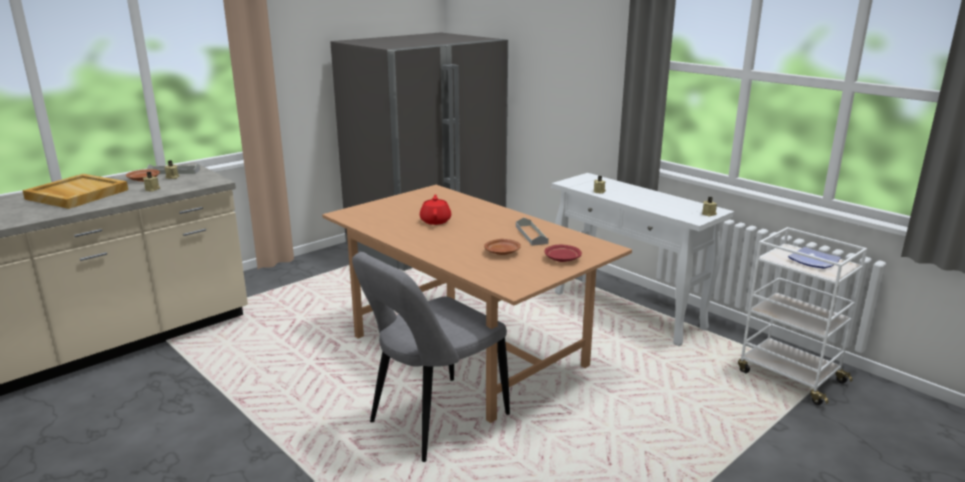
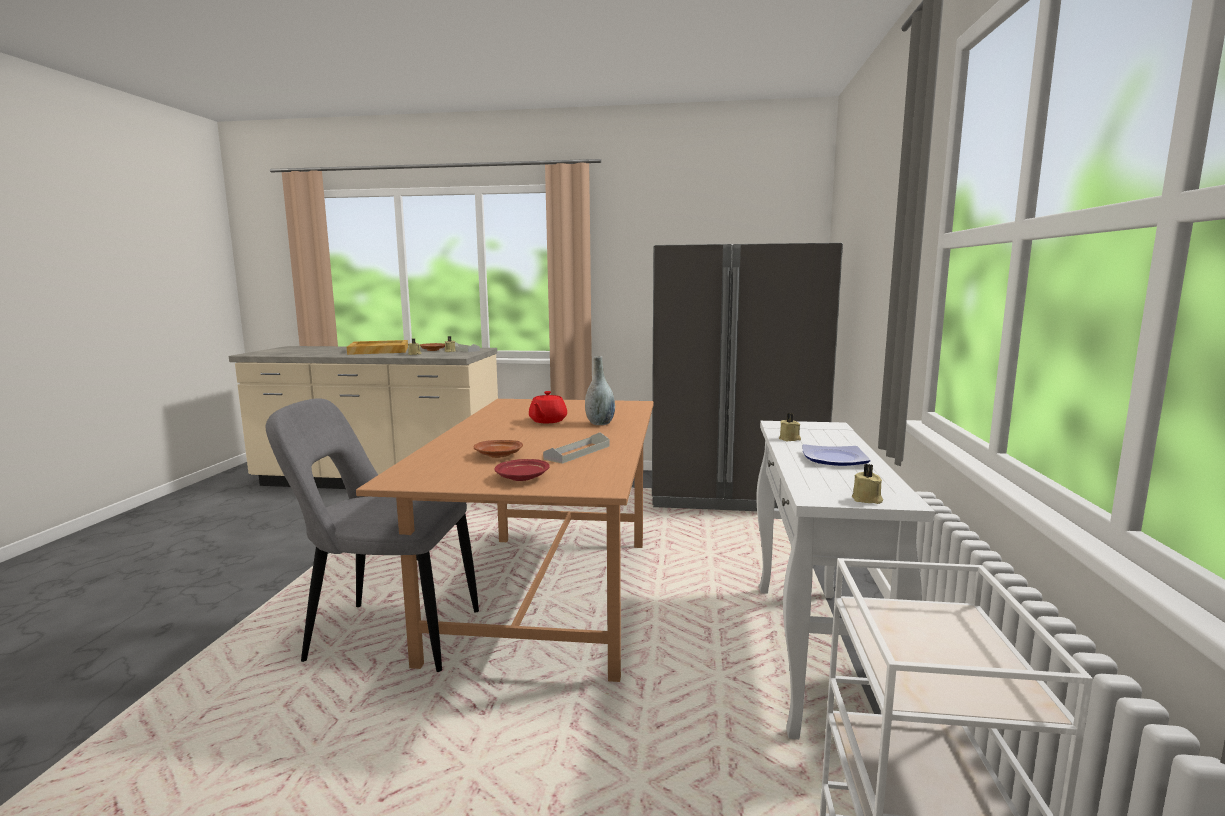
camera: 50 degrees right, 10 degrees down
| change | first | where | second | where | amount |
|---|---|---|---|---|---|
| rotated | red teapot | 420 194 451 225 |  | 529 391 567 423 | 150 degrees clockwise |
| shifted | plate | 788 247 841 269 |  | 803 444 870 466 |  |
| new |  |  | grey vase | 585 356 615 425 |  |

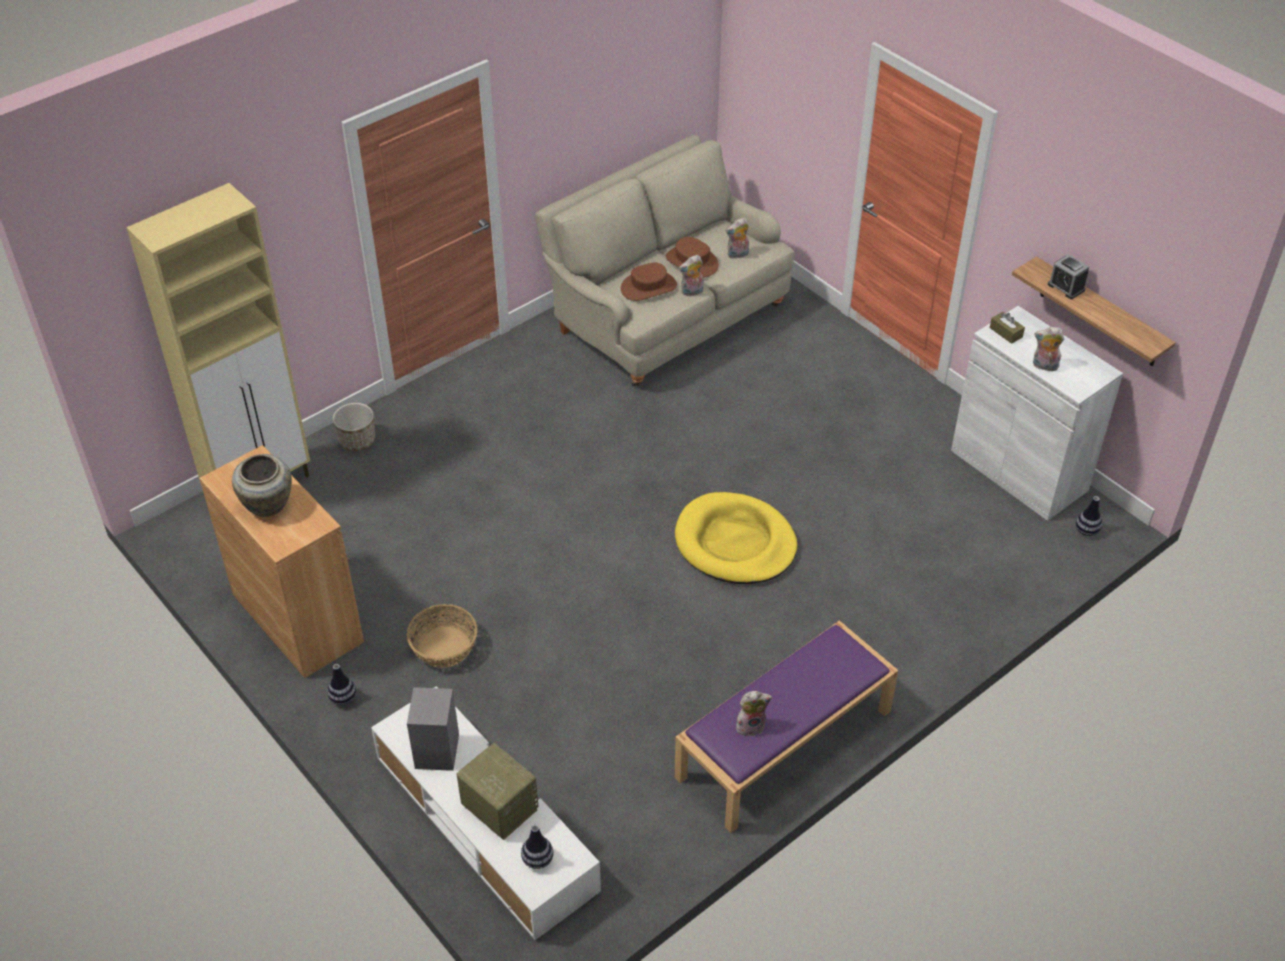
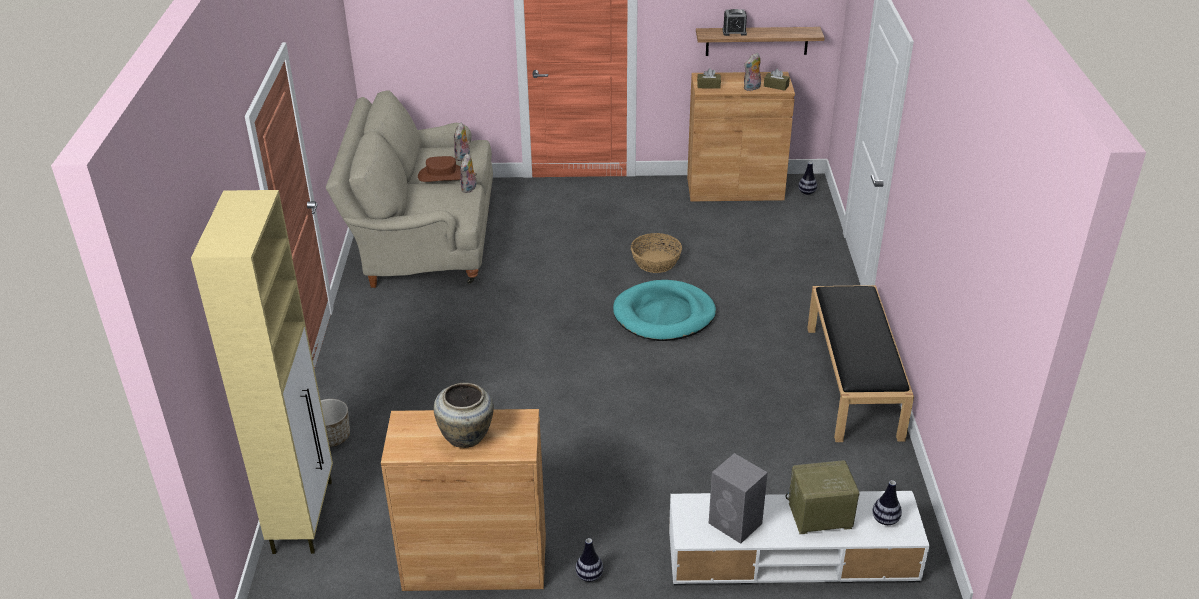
camera: 50 degrees left, 10 degrees down
| change | first | where | second | where | amount |
|---|---|---|---|---|---|
| shifted | basket | 407 604 478 668 |  | 631 233 682 273 |  |
| gone | brown hat | 621 263 677 301 |  |  |  |
| repainted | yellow dog bed | 675 492 797 584 | turquoise dog bed | 613 280 716 341 |  |
| repainted | purple bench | 675 621 898 833 | black bench | 807 285 914 442 |  |
| gone | plush toy | 736 691 772 736 |  |  |  |
| repainted | white cabinet | 951 306 1123 521 | brown cabinet | 687 72 795 201 |  |
| new |  |  | brown tissue box | 764 69 790 91 |  |

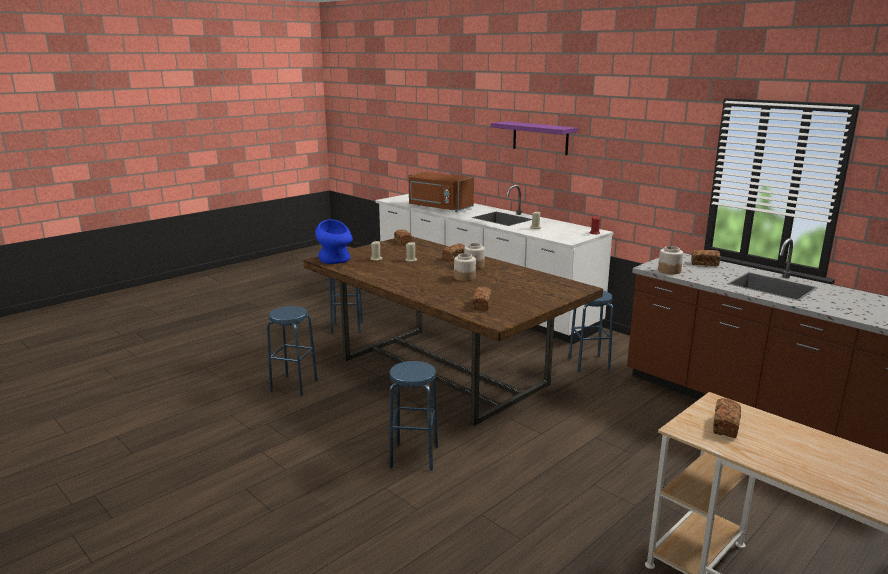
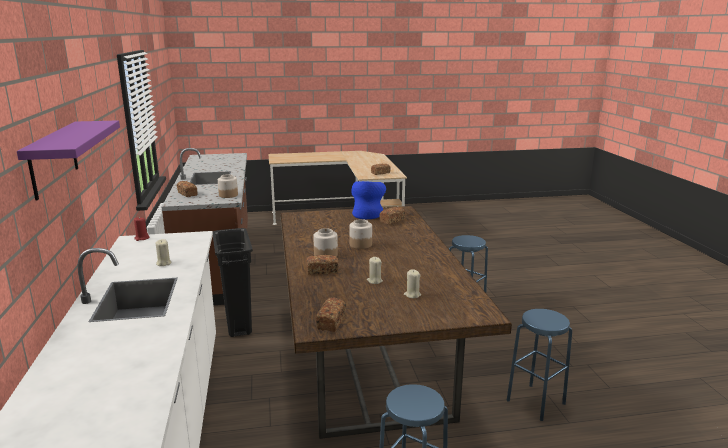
camera: 145 degrees left, 0 degrees up
| change | first | where | second | where | amount |
|---|---|---|---|---|---|
| shifted | blue vase | 315 219 353 264 |  | 351 181 386 219 |  |
| gone | brown microwave | 409 172 474 212 |  |  |  |
| swapped | blue stool | 568 291 613 372 | black trash can | 213 228 253 337 |  |

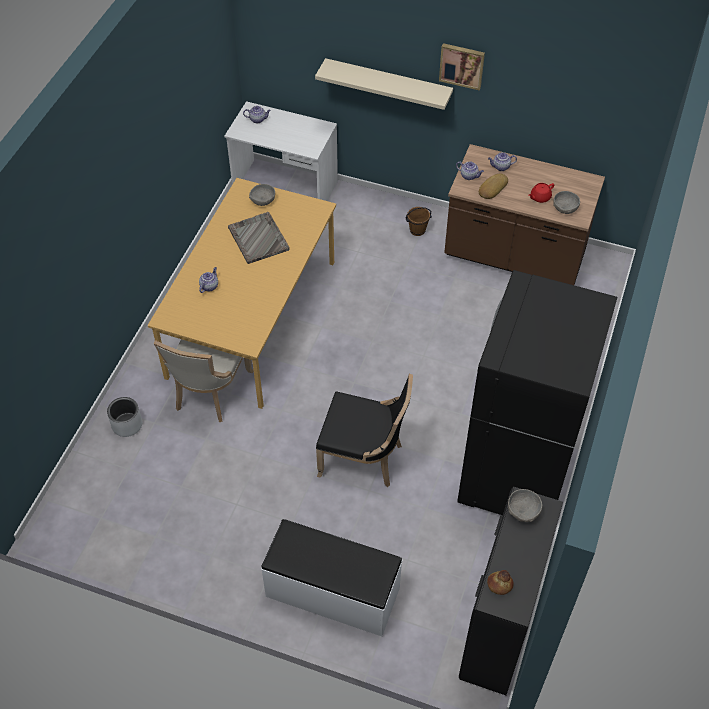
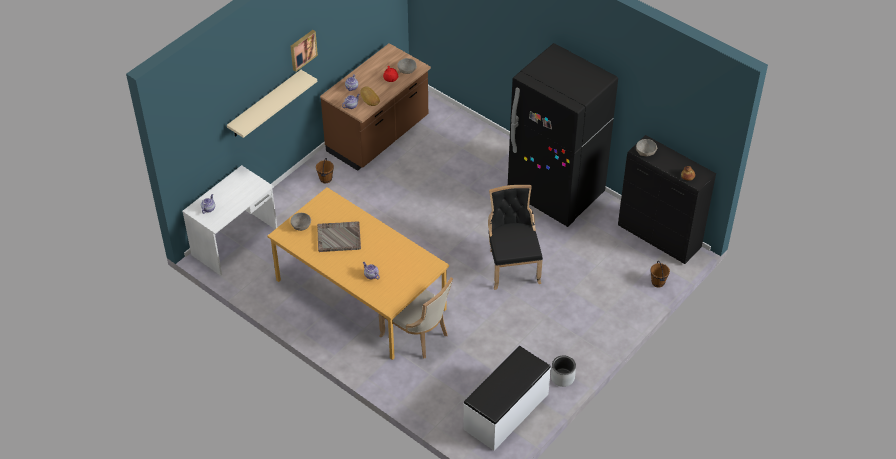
camera: 70 degrees left, 5 degrees down
| change | first | where | second | where | amount |
|---|---|---|---|---|---|
| shifted | grey planter | 107 397 143 437 |  | 551 356 576 387 |  |
| shifted | white bench | 261 519 403 636 |  | 463 346 551 451 |  |
| rotated | black chair | 316 374 413 487 |  | 488 185 543 290 | 45 degrees counterclockwise |
| new |  |  | brown bucket | 650 261 670 288 |  |

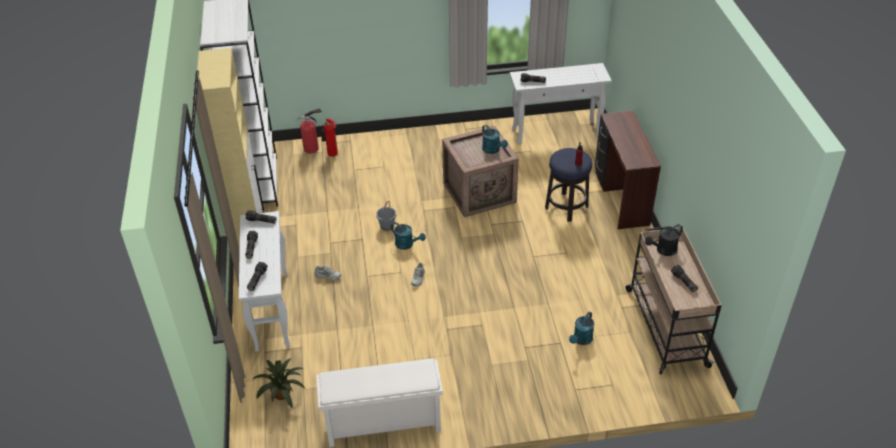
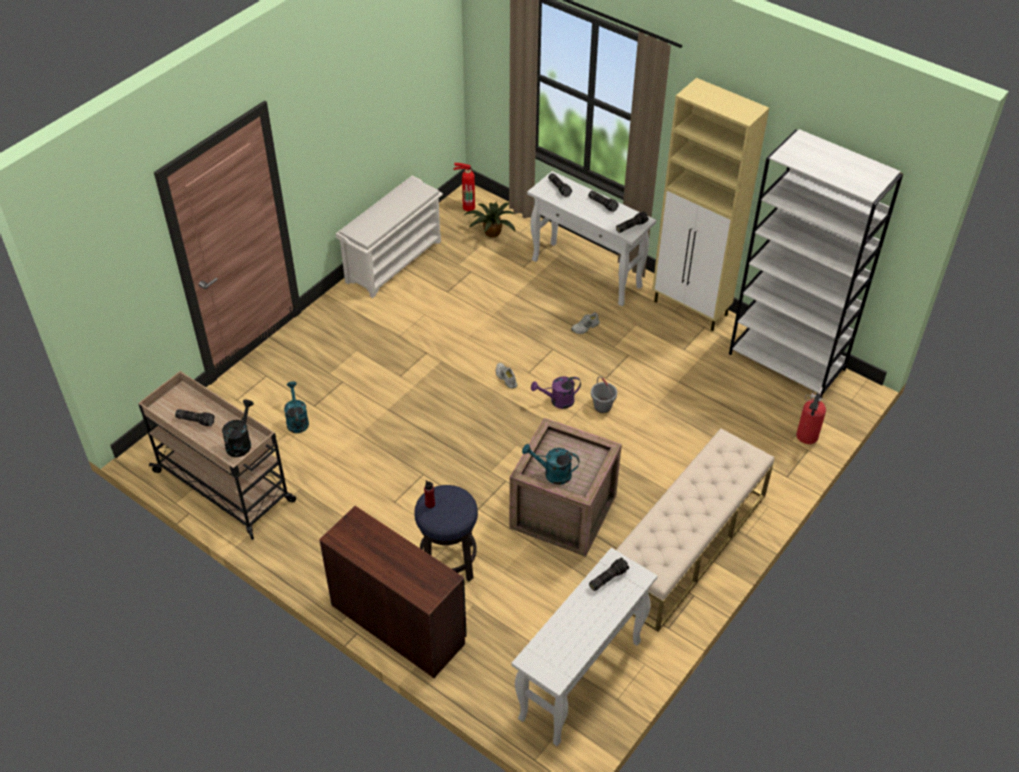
camera: 135 degrees right, 5 degrees up
| change | first | where | second | where | amount |
|---|---|---|---|---|---|
| shifted | fire extinguisher | 322 118 338 157 |  | 454 163 475 211 |  |
| repainted | turquoise watering can | 391 222 426 250 | purple watering can | 531 376 581 409 |  |
| new |  |  | beige bench | 616 428 774 632 |  |

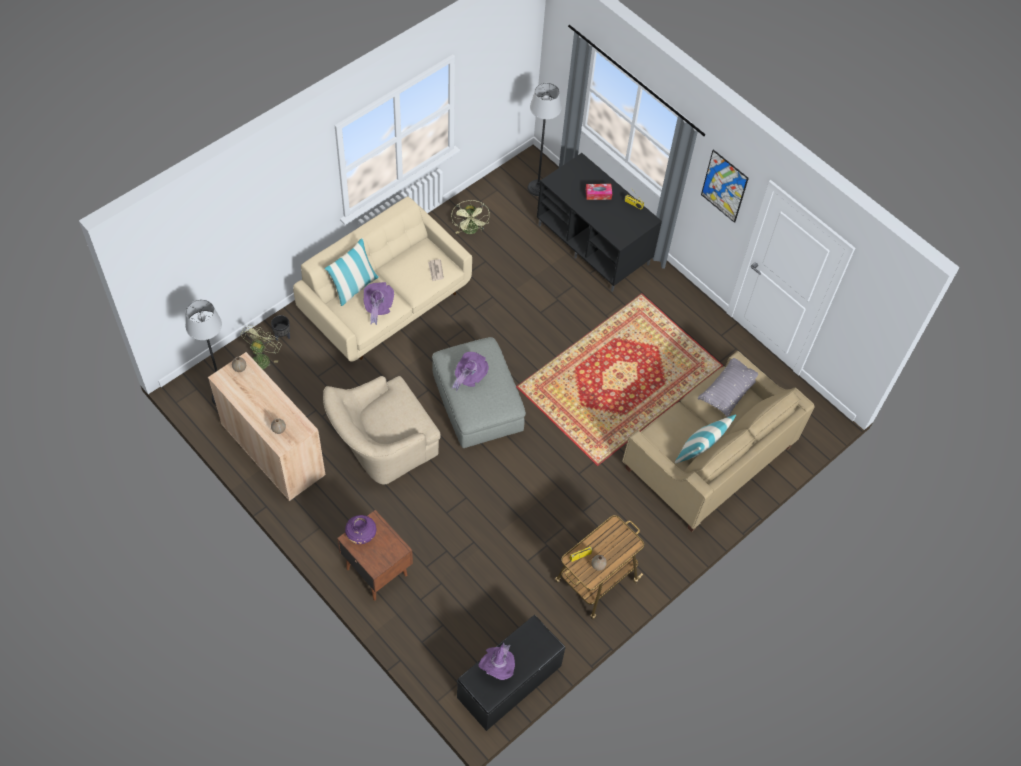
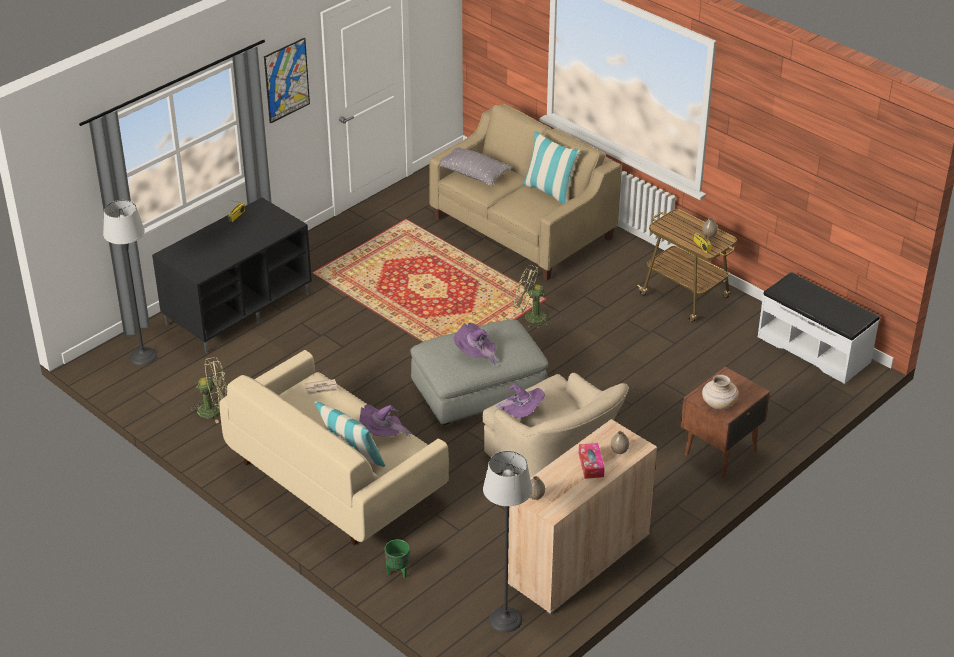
camera: 90 degrees left, 20 degrees down
| change | first | where | second | where | amount |
|---|---|---|---|---|---|
| shifted | green fan | 241 325 282 369 |  | 514 265 551 328 |  |
| repainted | black planter | 271 315 290 341 | green planter | 384 539 410 578 |  |
| repainted | purple vase | 345 515 376 544 | beige vase | 702 375 739 410 |  |
| repainted | black bench | 457 615 566 731 | white bench | 758 272 879 384 |  |
| shifted | purple hat | 479 643 515 680 |  | 494 384 545 418 |  |
| shifted | tissue box | 586 184 612 200 |  | 579 443 605 479 |  |

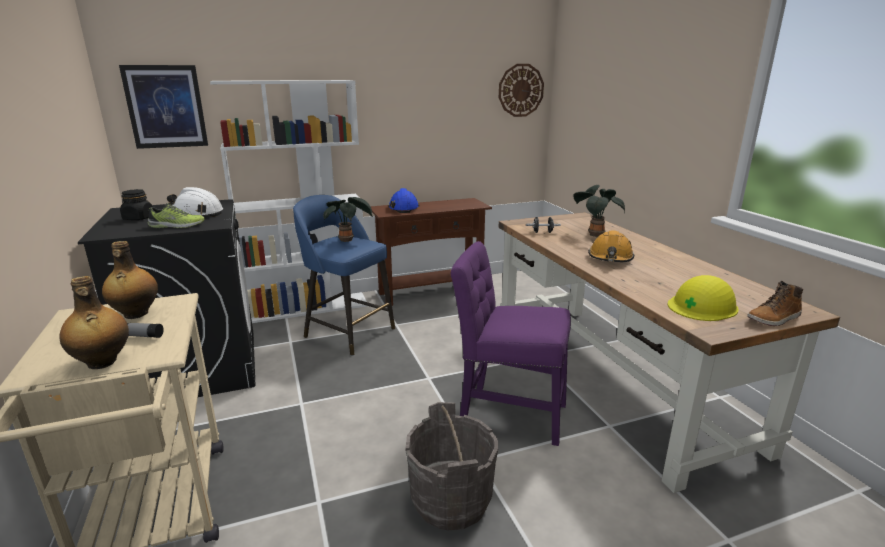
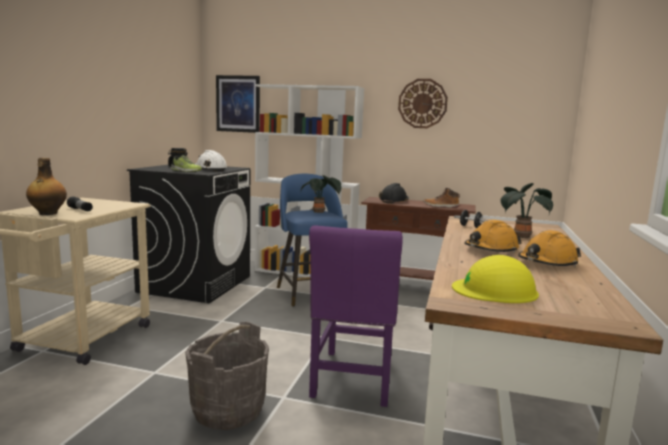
camera: 35 degrees right, 10 degrees down
| change | first | where | second | where | amount |
|---|---|---|---|---|---|
| gone | bottle | 102 241 158 319 |  |  |  |
| repainted | blue hard hat | 388 188 419 213 | black hard hat | 379 183 409 203 |  |
| rotated | purple chair | 451 241 571 446 |  | 309 225 403 407 | 135 degrees counterclockwise |
| shifted | wall clock | 499 64 544 117 |  | 398 79 448 128 |  |
| shifted | boot | 747 281 803 326 |  | 423 188 460 208 |  |
| new |  |  | orange hard hat | 518 230 581 267 |  |

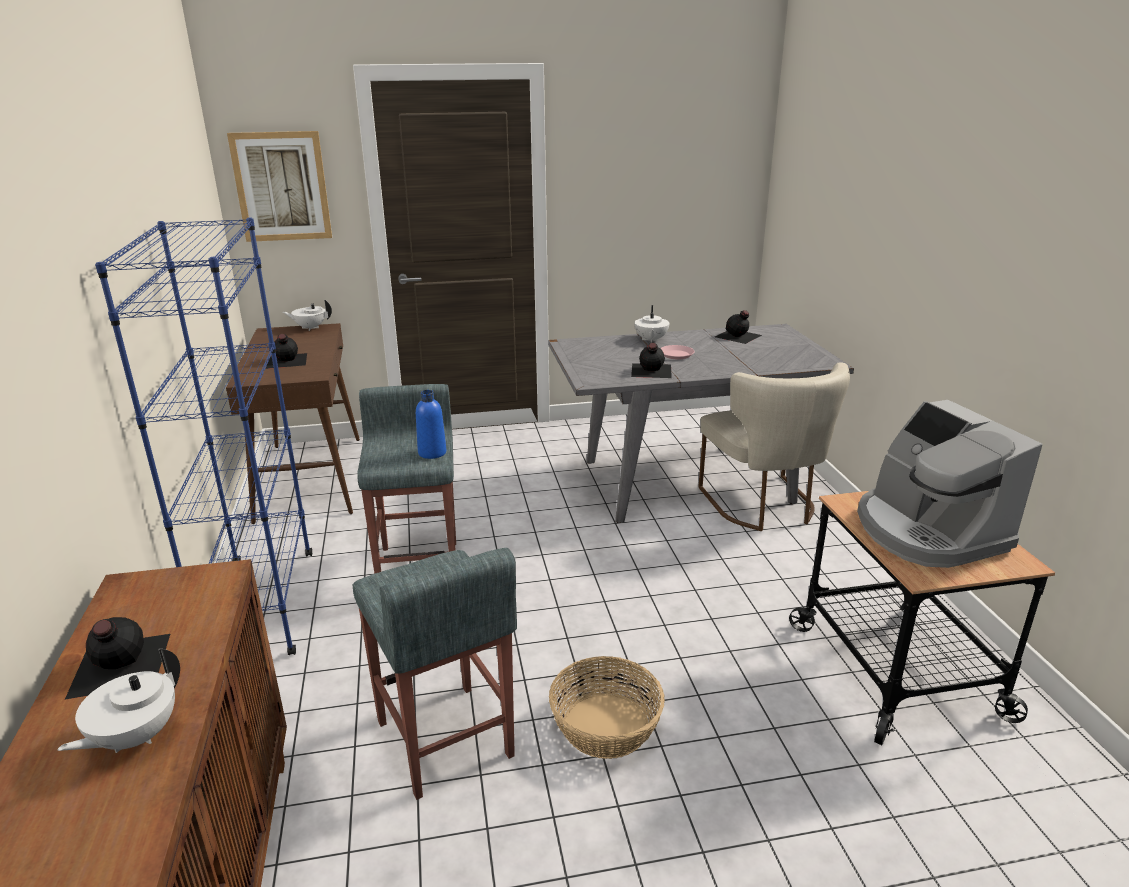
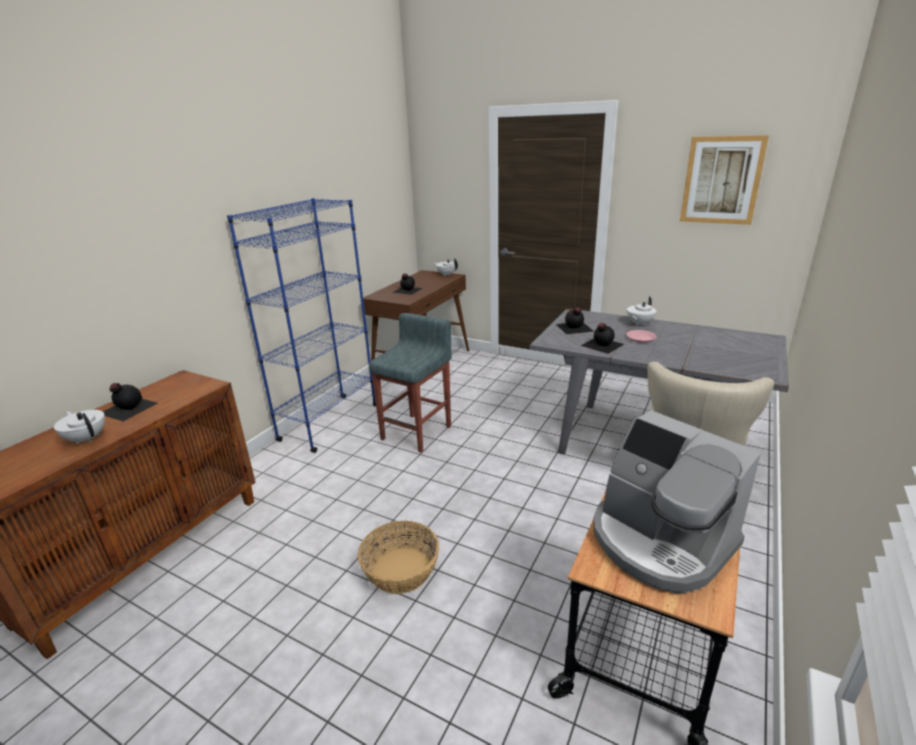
camera: 40 degrees right, 0 degrees up
| change | first | where | second | where | amount |
|---|---|---|---|---|---|
| rotated | white teapot | 58 649 180 753 |  | 54 410 105 444 | 60 degrees clockwise |
| shifted | picture | 227 131 332 242 |  | 680 135 769 225 |  |
| gone | grey stool | 352 548 517 800 |  |  |  |
| gone | blue bottle | 416 390 446 459 |  |  |  |
| shifted | black bottle | 715 310 762 344 |  | 556 307 594 334 |  |
| rotated | coffee machine | 857 400 1043 568 |  | 593 410 761 594 | 60 degrees counterclockwise |

